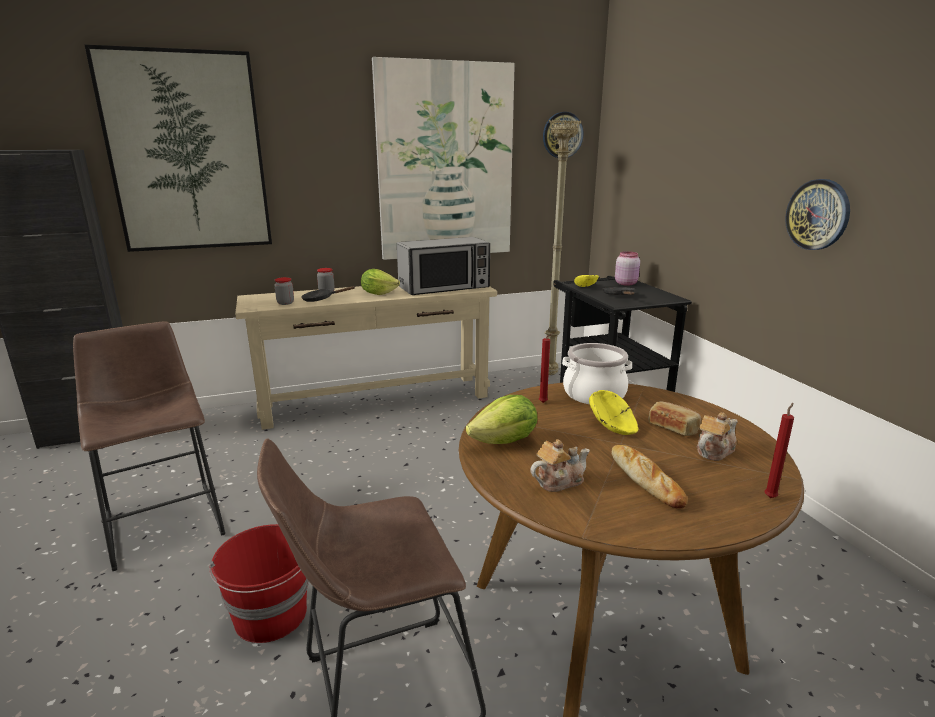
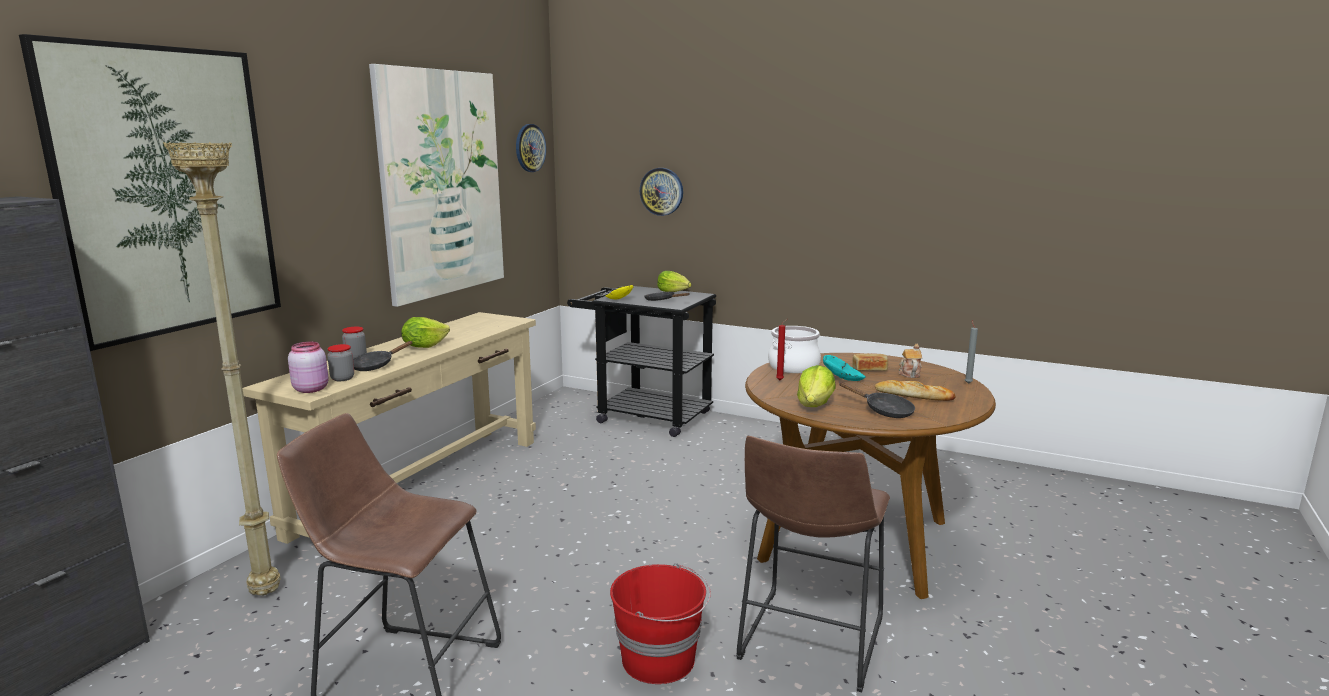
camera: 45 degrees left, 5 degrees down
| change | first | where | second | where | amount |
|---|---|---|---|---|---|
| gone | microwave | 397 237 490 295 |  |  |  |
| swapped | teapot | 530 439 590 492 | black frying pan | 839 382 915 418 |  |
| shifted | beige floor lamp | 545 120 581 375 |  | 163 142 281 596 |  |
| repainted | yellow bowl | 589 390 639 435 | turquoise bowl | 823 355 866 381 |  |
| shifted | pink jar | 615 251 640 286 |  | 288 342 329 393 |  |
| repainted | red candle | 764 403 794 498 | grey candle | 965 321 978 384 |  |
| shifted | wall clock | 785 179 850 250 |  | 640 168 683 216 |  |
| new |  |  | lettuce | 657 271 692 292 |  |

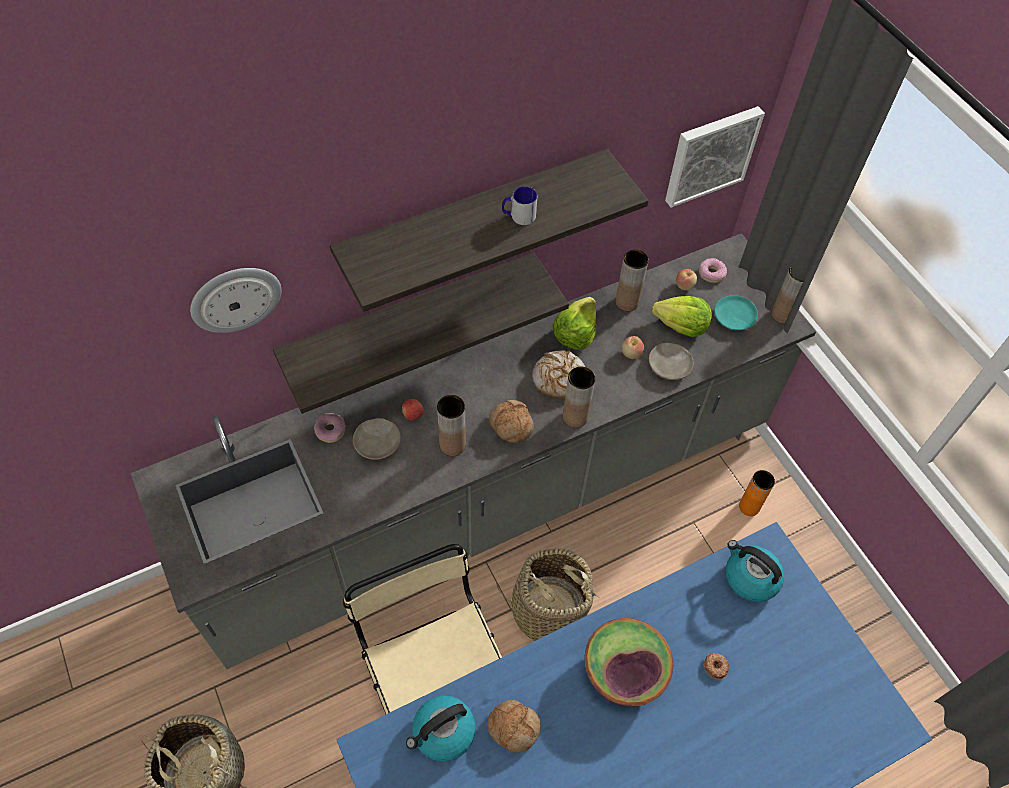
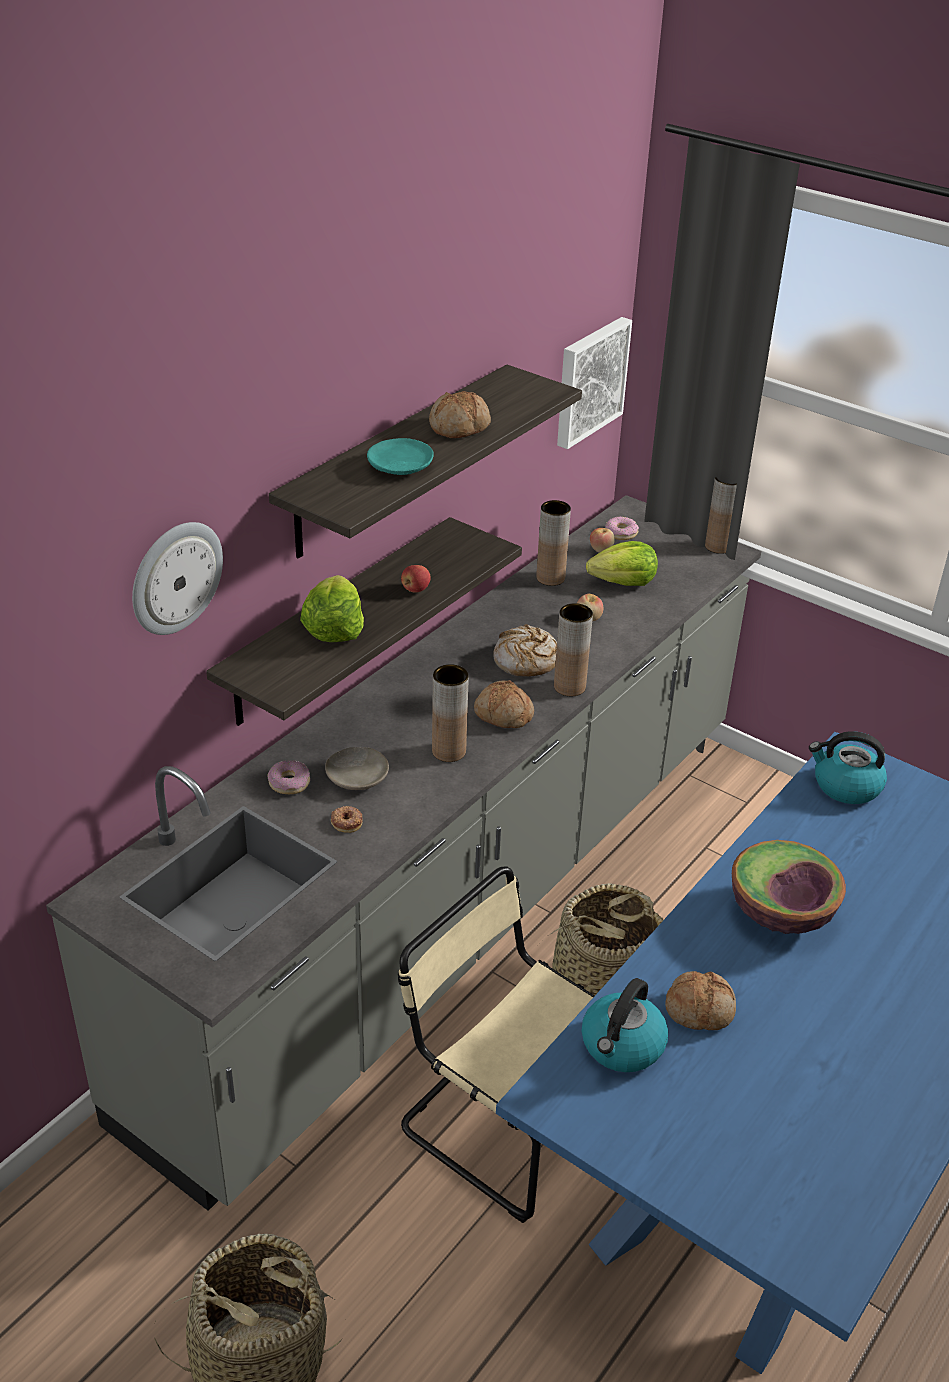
camera: 25 degrees left, 20 degrees down
| change | first | where | second | where | amount |
|---|---|---|---|---|---|
| shifted | apple | 402 399 424 420 |  | 401 565 431 593 |  |
| swapped | mug | 502 186 537 225 | bread | 429 391 491 438 |  |
| shifted | lettuce | 552 297 596 350 |  | 300 575 364 642 |  |
| gone | beige plate | 649 343 694 380 |  |  |  |
| shifted | donut | 704 653 729 680 |  | 331 806 362 833 |  |
| shifted | turquoise plate | 714 295 758 330 |  | 367 438 434 475 |  |
| gone | orange vase | 739 470 775 516 |  |  |  |

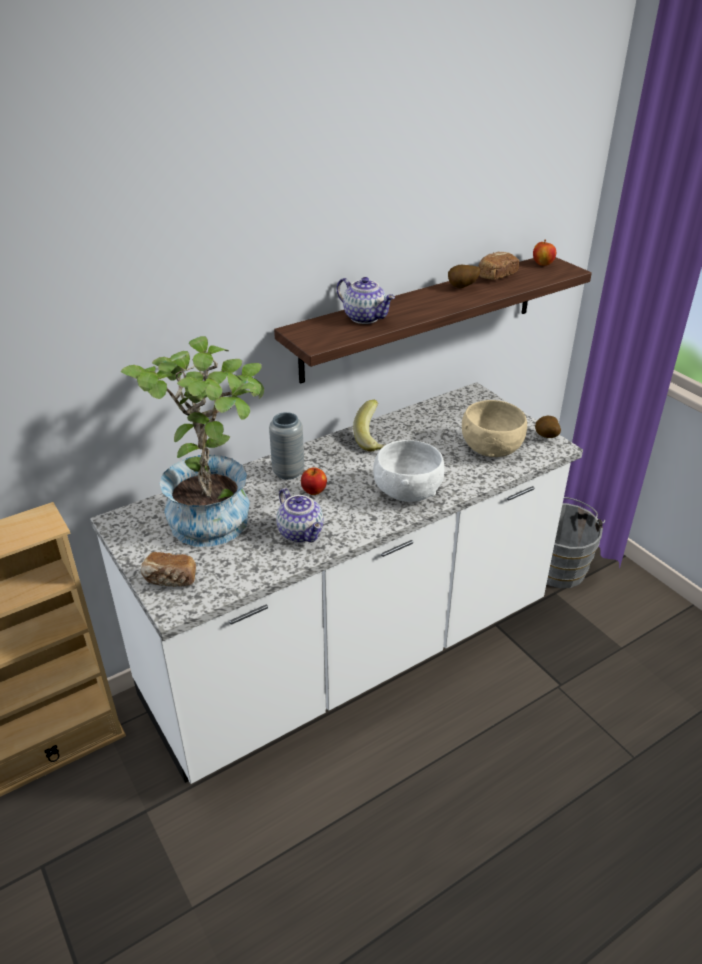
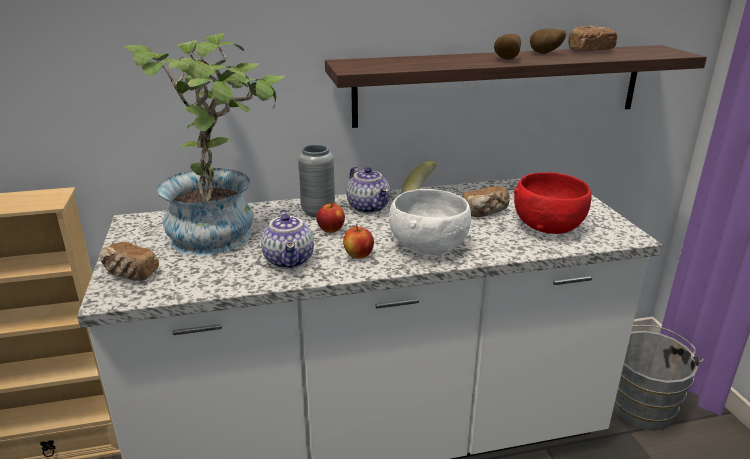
camera: 20 degrees right, 10 degrees down
| change | first | where | second | where | amount |
|---|---|---|---|---|---|
| shifted | teapot | 337 277 395 324 |  | 346 166 390 214 |  |
| repainted | beige bowl | 462 400 527 457 | red bowl | 514 172 591 234 |  |
| shifted | apple | 533 240 556 266 |  | 343 225 374 259 |  |
| shifted | potato | 535 416 561 438 |  | 494 34 521 60 |  |
| new |  |  | bread | 462 186 510 217 |  |

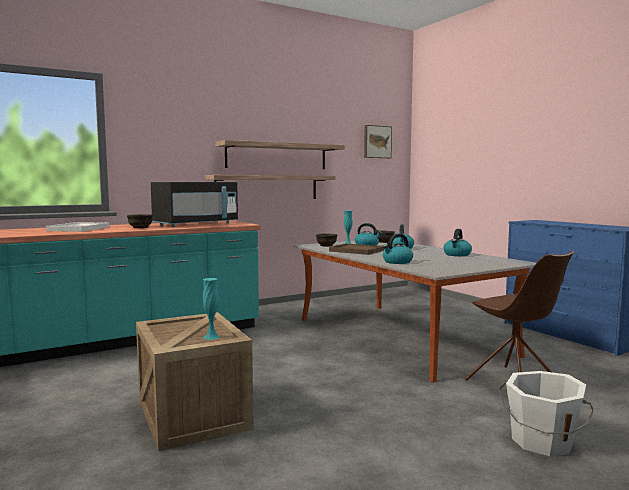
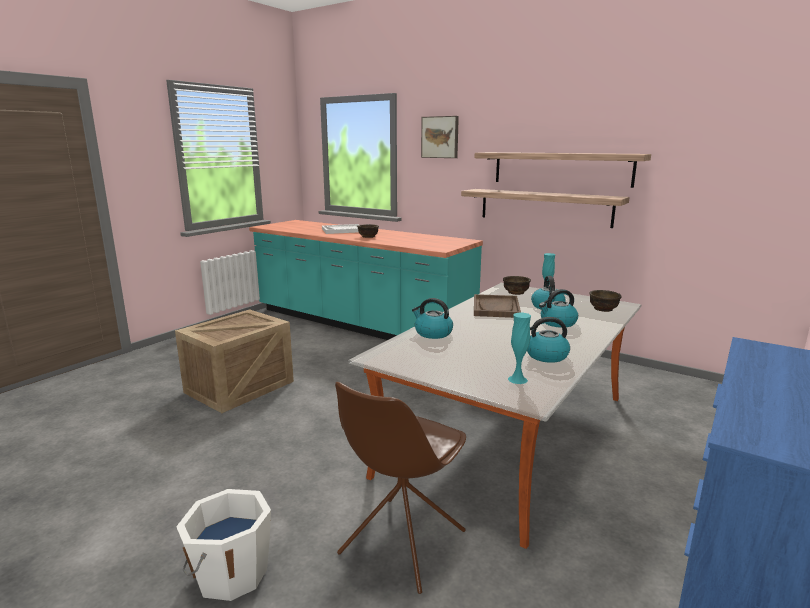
camera: 65 degrees right, 10 degrees up
| change | first | where | second | where | amount |
|---|---|---|---|---|---|
| gone | black microwave | 151 182 238 227 |  |  |  |
| shifted | turquoise vase | 203 278 220 340 |  | 508 313 531 384 |  |
| shifted | picture | 364 125 392 158 |  | 421 116 459 158 |  |

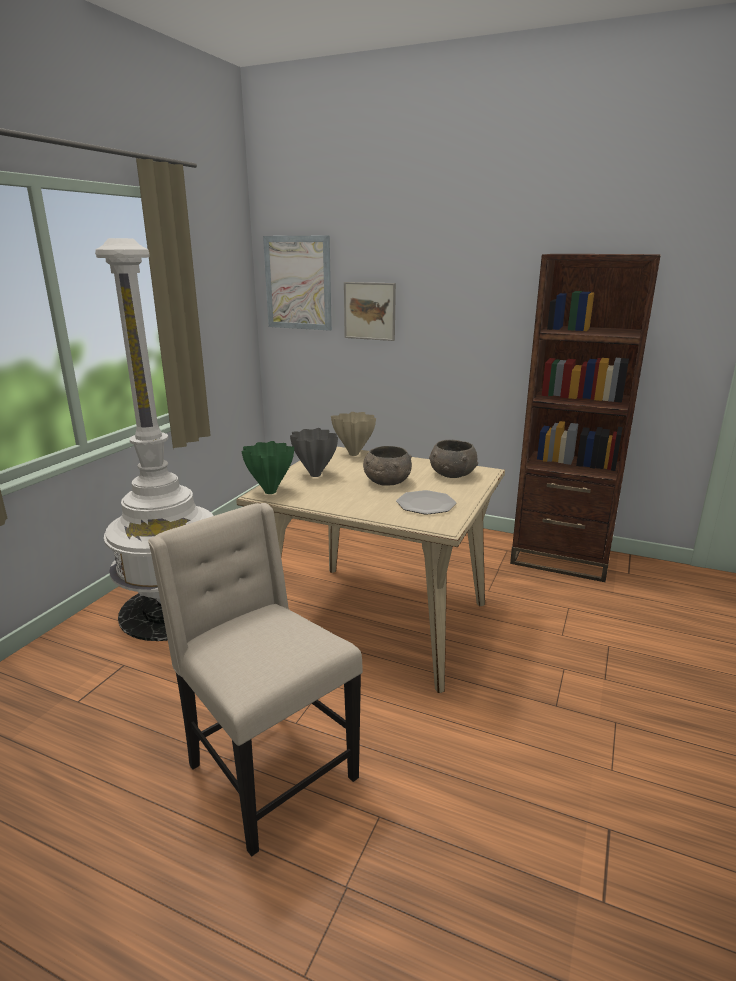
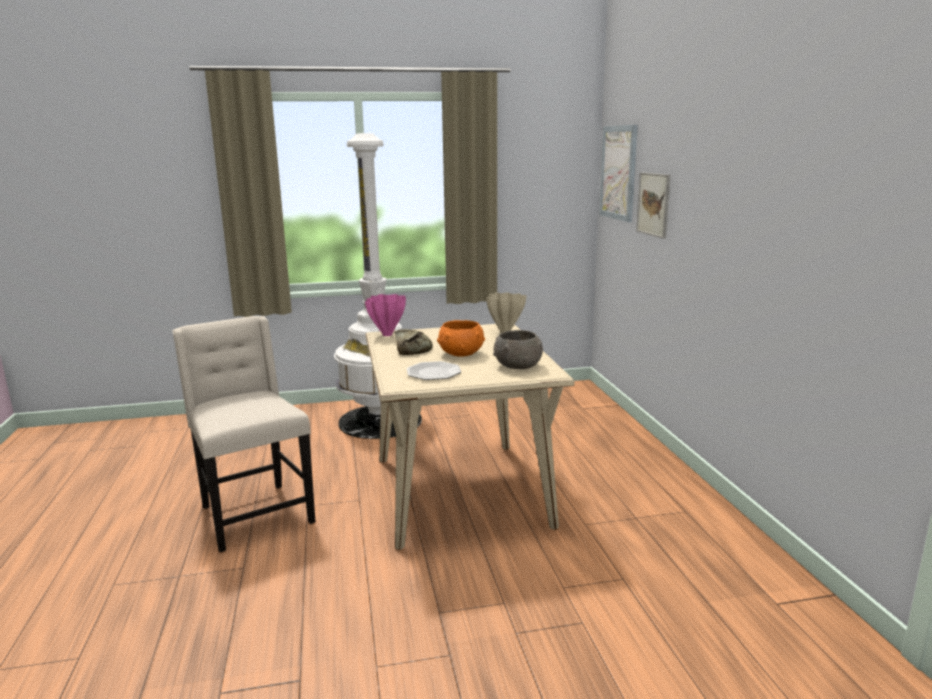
camera: 55 degrees right, 5 degrees down
| change | first | where | second | where | amount |
|---|---|---|---|---|---|
| rotated | beige chair | 148 503 363 857 |  | 172 316 315 552 | 45 degrees counterclockwise |
| repainted | green vase | 241 441 294 494 | pink vase | 365 294 406 336 |  |
| gone | grey vase | 290 428 338 477 |  |  |  |
| repainted | grey bowl | 363 446 412 486 | orange bowl | 437 320 485 357 |  |
| gone | brown bookcase | 510 254 661 582 |  |  |  |
| new |  |  | bread | 394 329 433 355 |  |

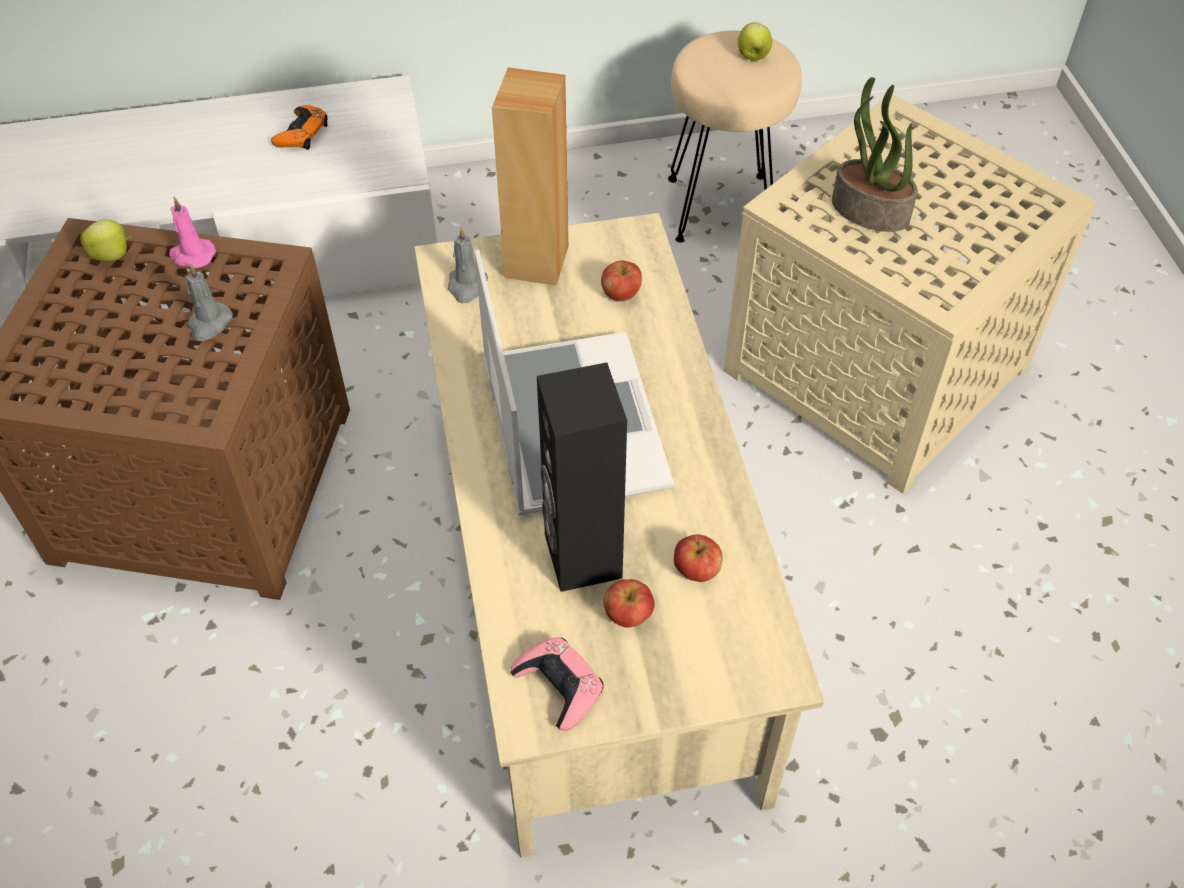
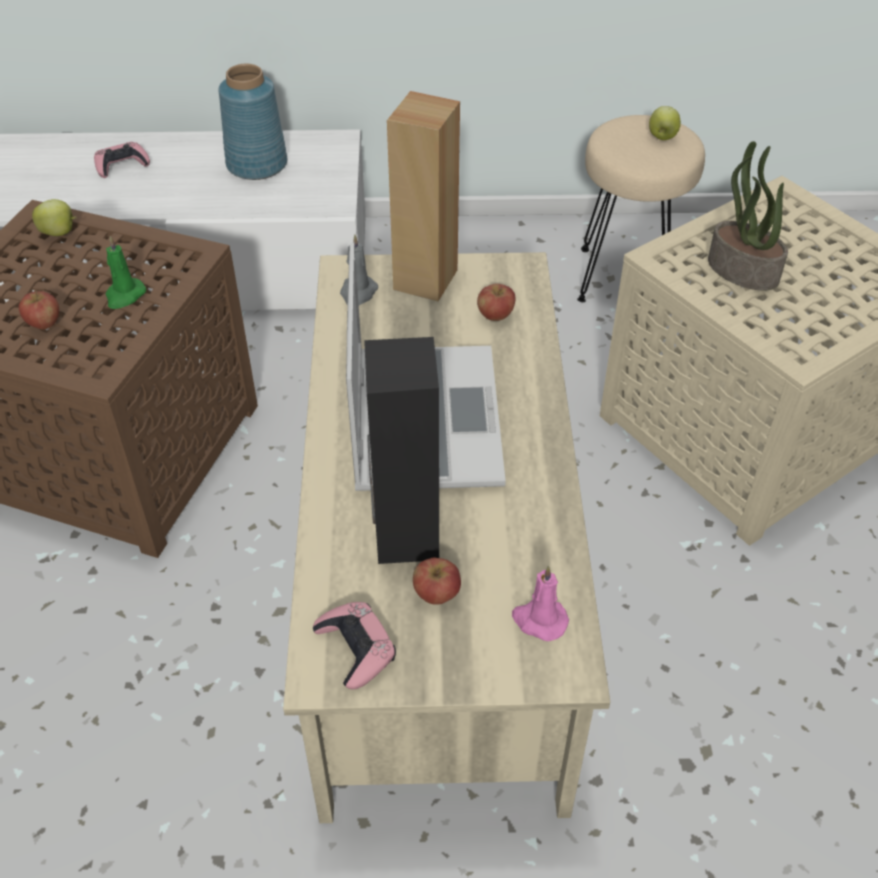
camera: 10 degrees right, 5 degrees down
| change | first | where | second | where | amount |
|---|---|---|---|---|---|
| shifted | pink candle | 169 197 216 268 |  | 512 565 569 641 |  |
| repainted | grey candle | 186 264 233 341 | green candle | 105 236 146 309 |  |
| swapped | orange game controller | 271 105 327 150 | blue vase | 218 64 287 180 |  |
| shifted | apple | 674 534 722 582 |  | 19 290 59 330 |  |
| new |  |  | pink game controller | 94 142 150 178 |  |

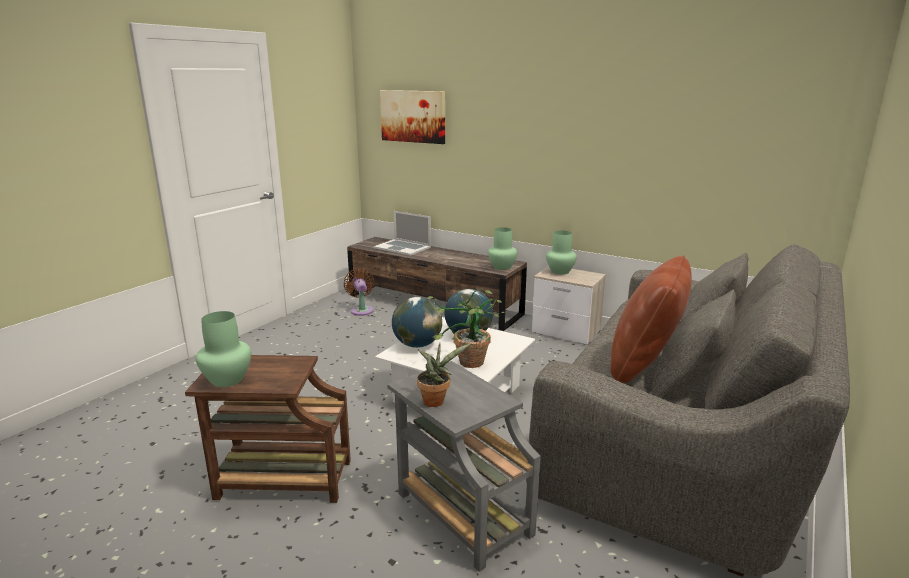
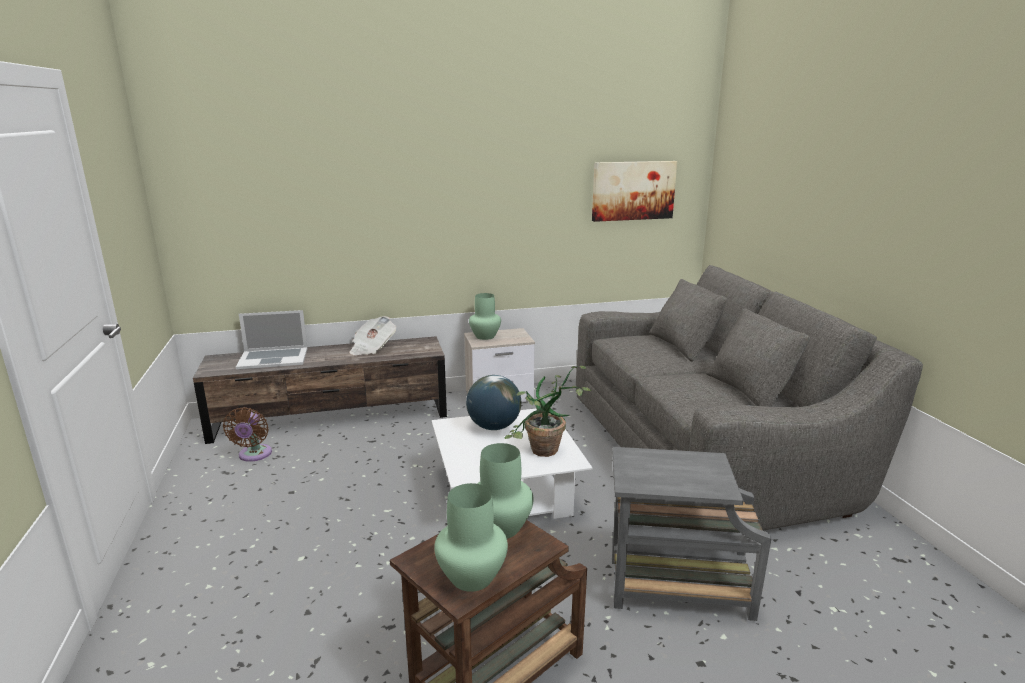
camera: 45 degrees left, 0 degrees up
| change | first | where | second | where | amount |
|---|---|---|---|---|---|
| rotated | brown fan | 344 268 374 316 |  | 223 407 272 462 | 120 degrees counterclockwise |
| shifted | picture | 380 90 445 144 |  | 592 161 677 222 |  |
| gone | globe | 392 297 442 348 |  |  |  |
| gone | potted plant | 417 343 471 407 |  |  |  |
| shifted | green vase | 488 227 517 270 |  | 477 443 534 539 |  |
| gone | brown pillow | 611 255 692 383 |  |  |  |
| new |  |  | newspaper | 349 316 396 355 |  |

